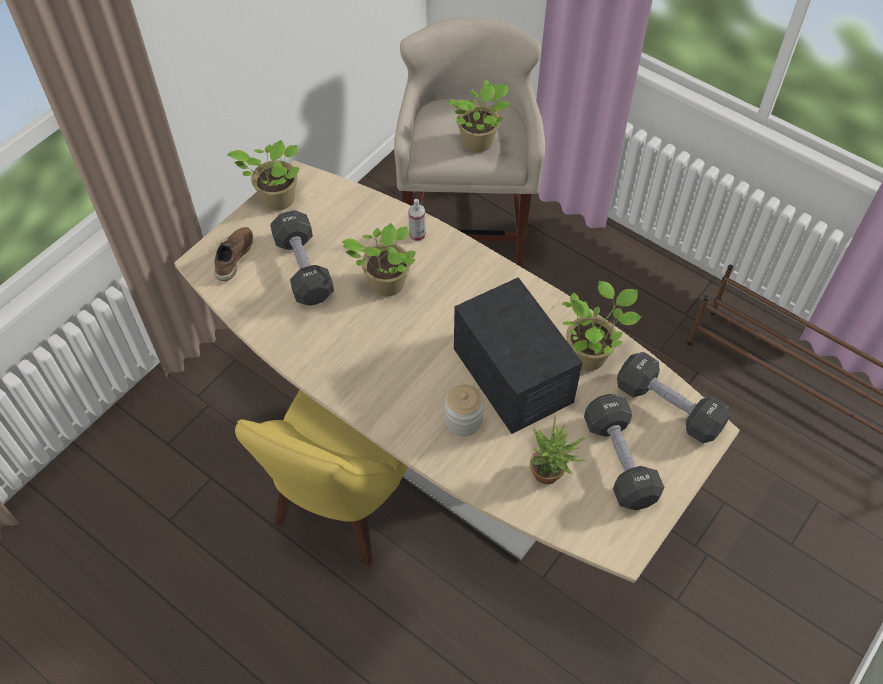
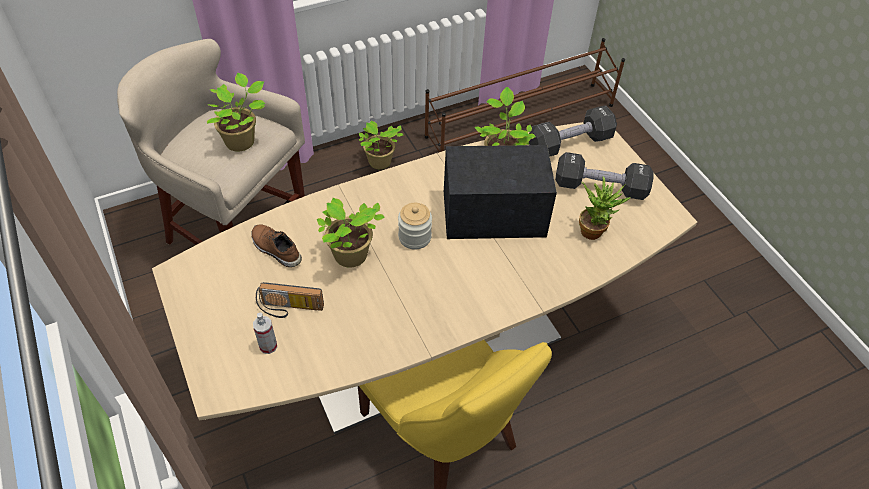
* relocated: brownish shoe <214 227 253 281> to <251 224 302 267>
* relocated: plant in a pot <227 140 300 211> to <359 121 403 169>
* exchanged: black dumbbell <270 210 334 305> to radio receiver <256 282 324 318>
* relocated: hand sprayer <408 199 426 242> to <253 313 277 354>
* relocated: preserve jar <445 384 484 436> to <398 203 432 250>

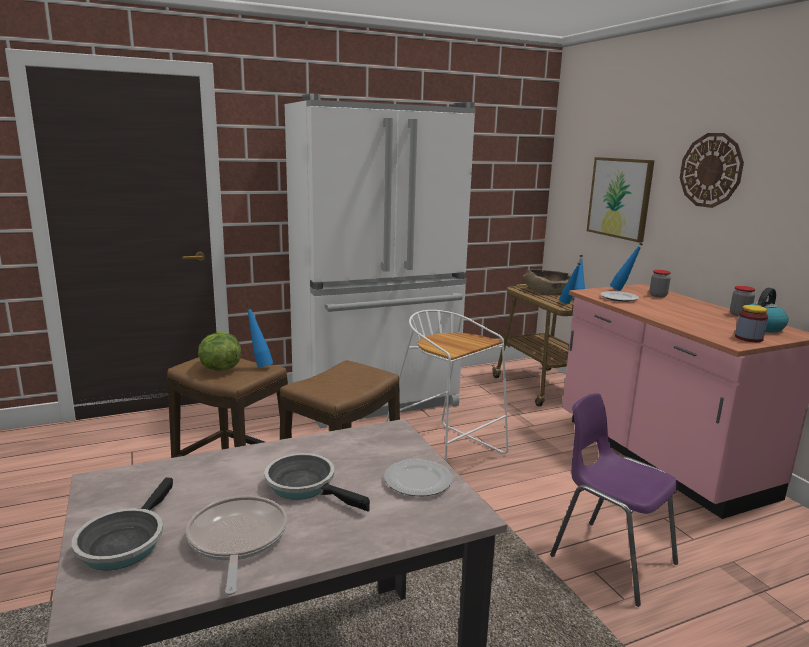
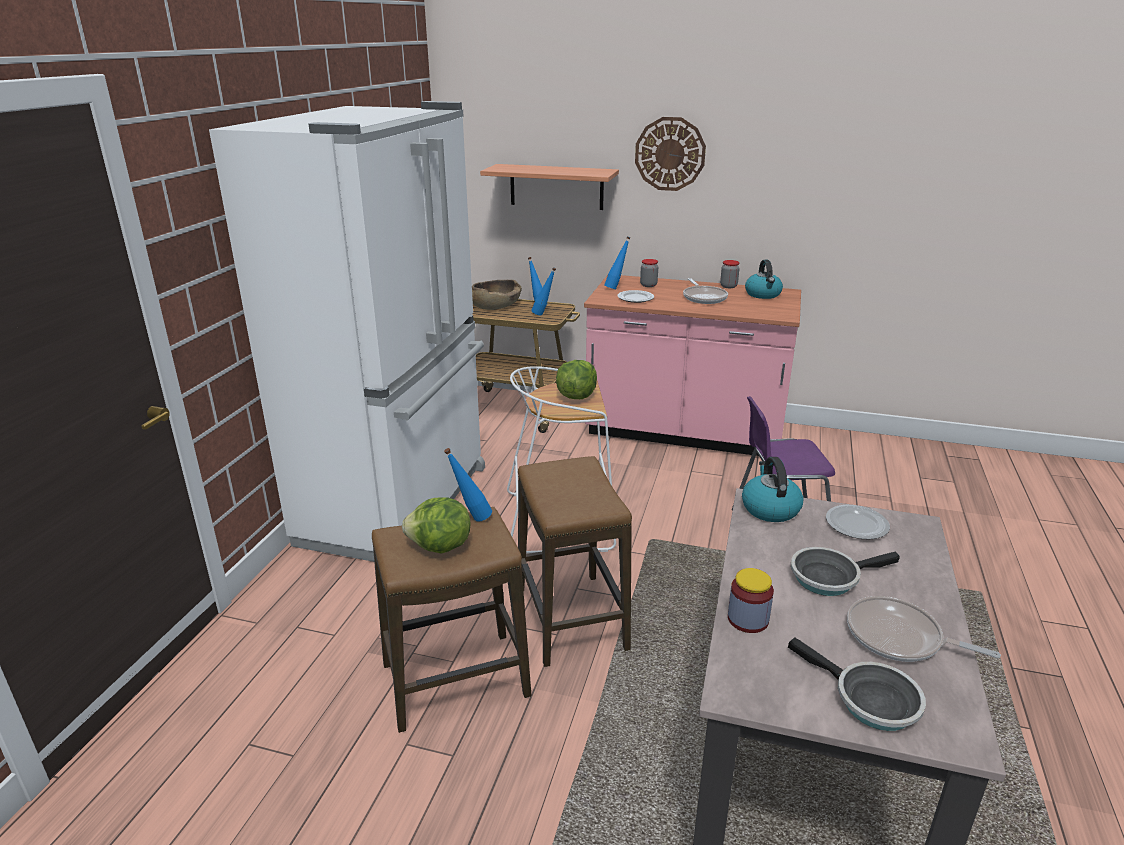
* exchanged: wall picture <587 157 655 243> to bracket shelf <480 164 619 210>
* relocated: preserve jar <735 305 768 342> to <728 568 774 633>
* appeared: head of lettuce <556 360 597 399>
* appeared: skillet <683 278 728 304>
* appeared: tea kettle <742 457 803 522>

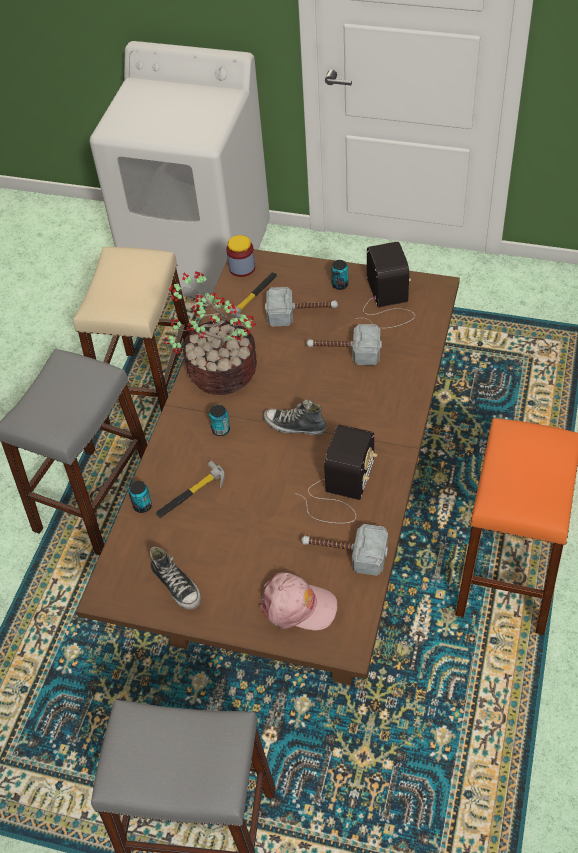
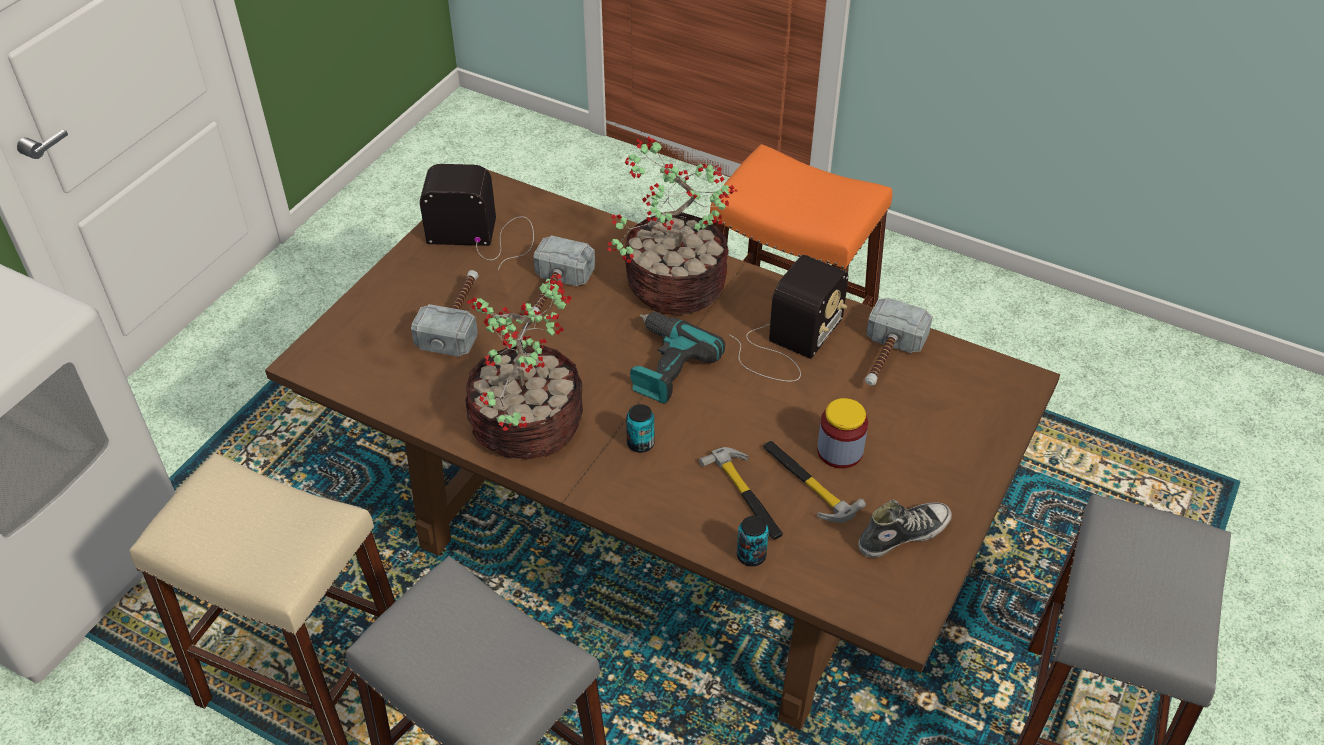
* relocated: preserve jar <226 235 255 277> to <817 398 868 468>
* relocated: tool hammer <228 272 277 320> to <763 441 866 523>
* missing: pink baseball cap <260 572 338 630>
* exchanged: shoe <263 399 327 435> to electric drill <630 311 725 404>
* spun: radio receiver <295 425 377 524> = <729 255 848 382> 90 degrees clockwise
* missing: can <331 260 348 290>
* appeared: plant in a pot <607 136 738 315>

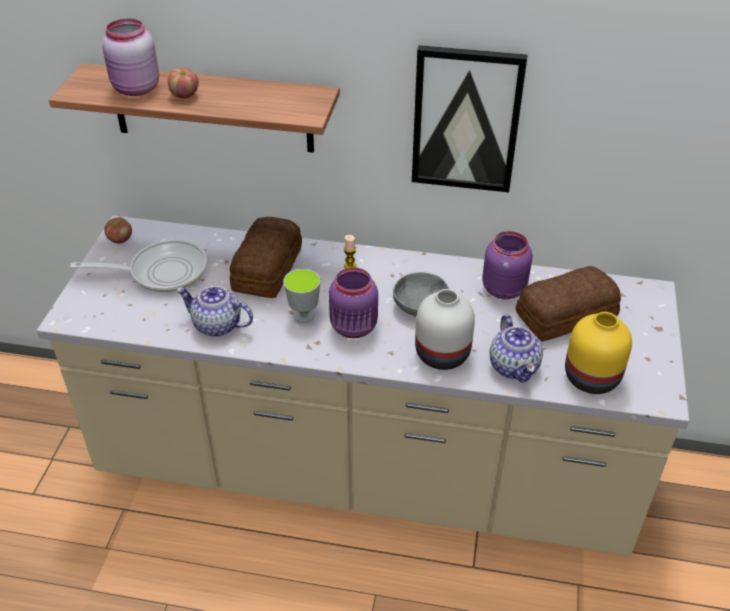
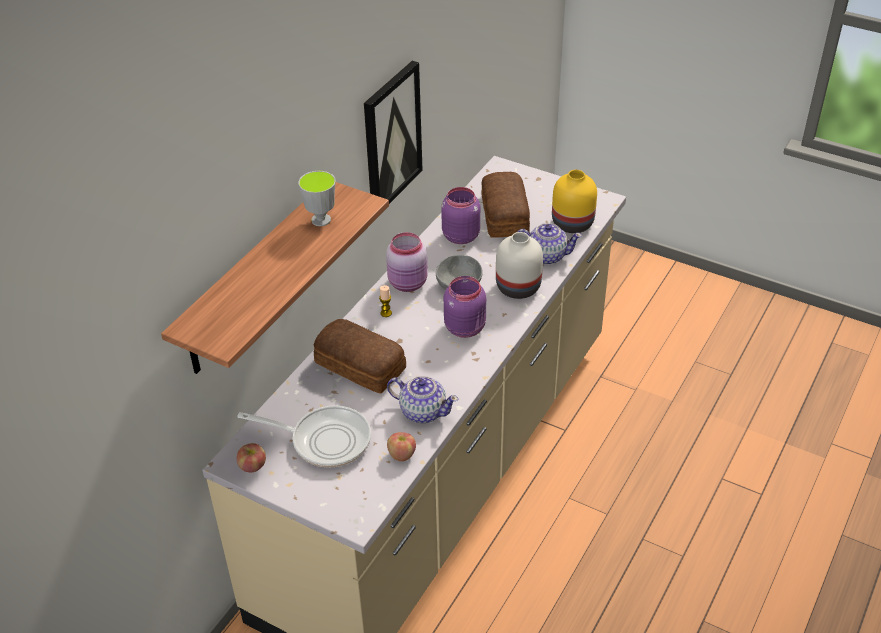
* spun: skillet <70 240 207 292> = <237 405 371 468> 90 degrees clockwise
* relocated: pink preserve jar <102 18 159 96> to <386 232 428 292>
* relocated: apple <168 67 199 98> to <387 432 416 461>
* spun: tea pot <176 286 253 337> = <387 376 459 423> 105 degrees counterclockwise
* relocated: cup <283 269 321 323> to <298 171 336 226>

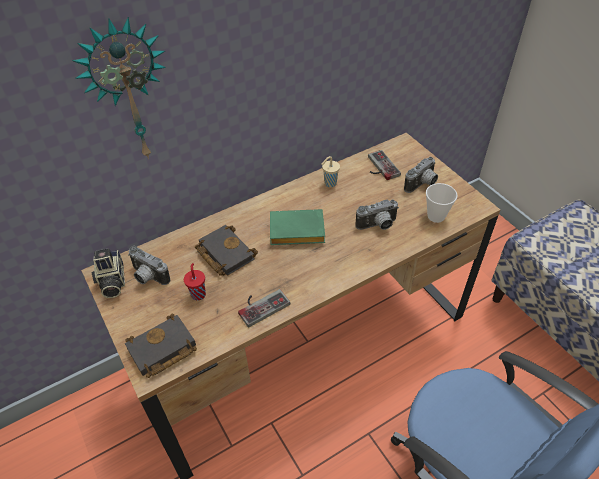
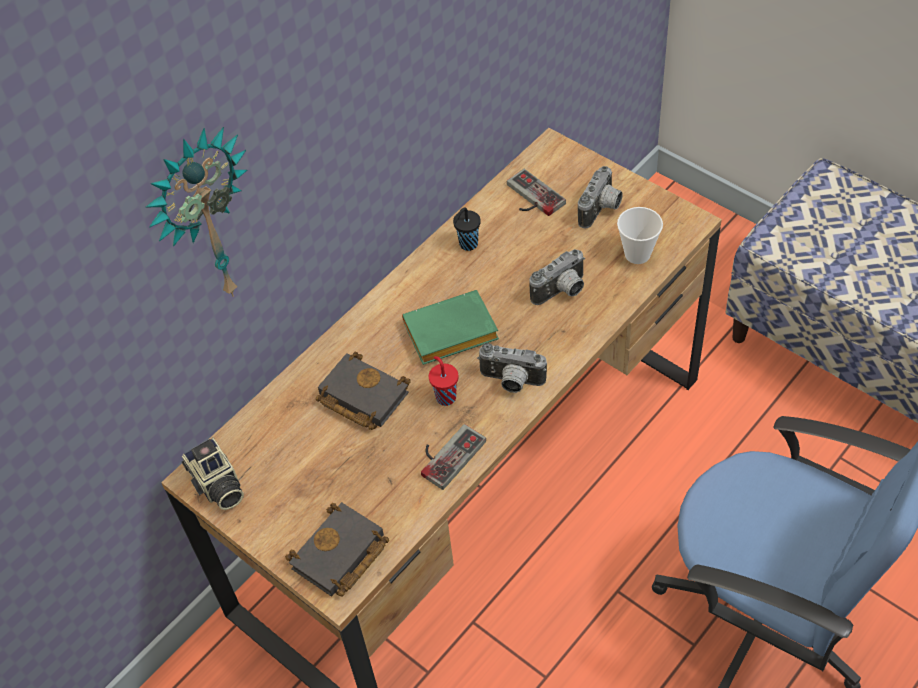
* relocated: still camera <128 246 170 285> to <477 343 547 393>
* relocated: red cup <184 263 206 300> to <429 356 459 406>
* colour: beige cup <322 156 340 187> to black cup <453 207 480 251>

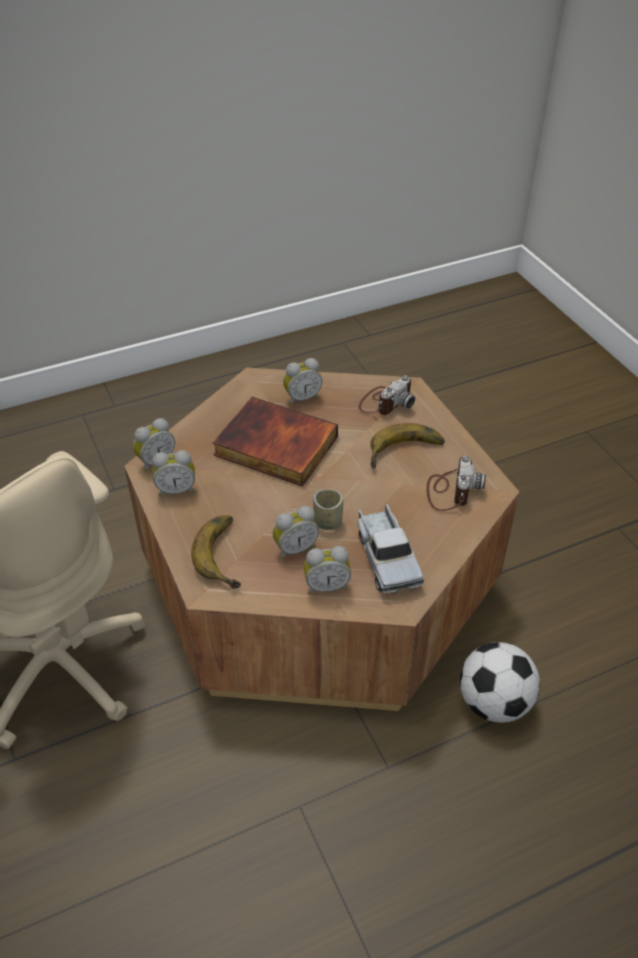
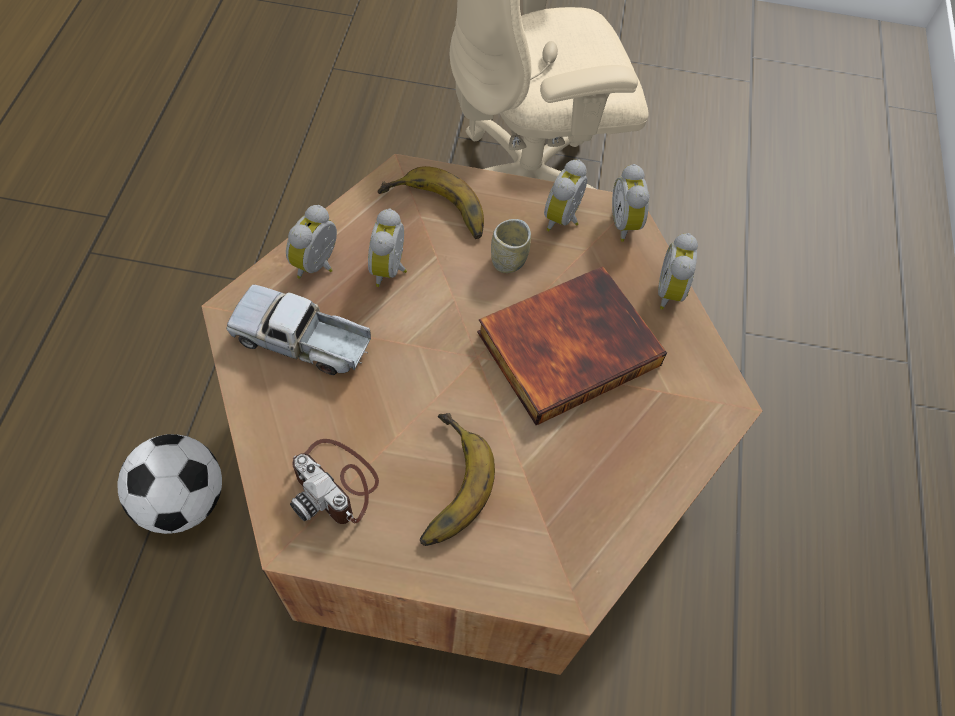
* relocated: table clock <283 358 322 405> to <658 233 698 310>
* relocated: cup <313 490 343 530> to <491 219 531 273>
* missing: still camera <359 375 415 415>

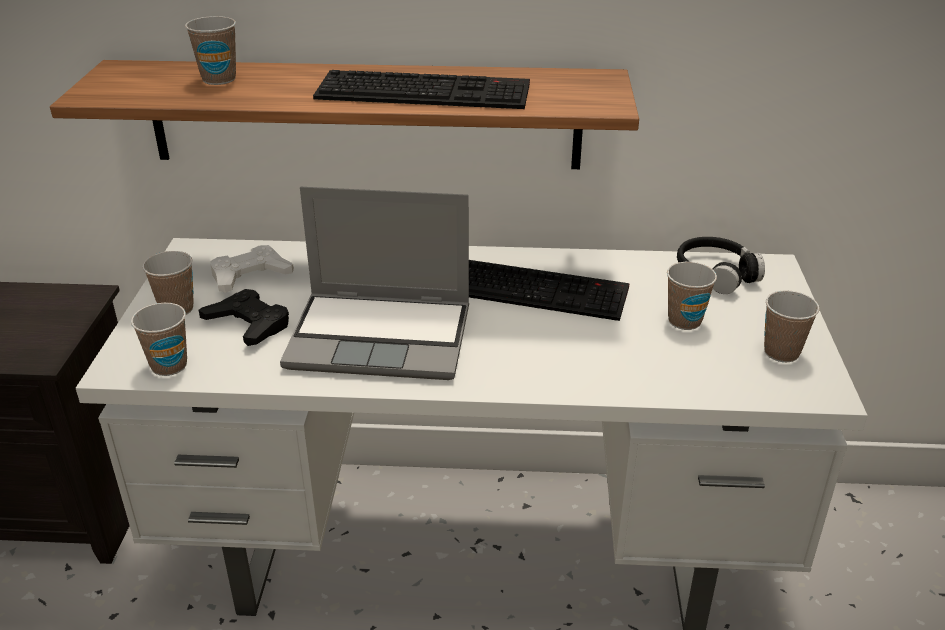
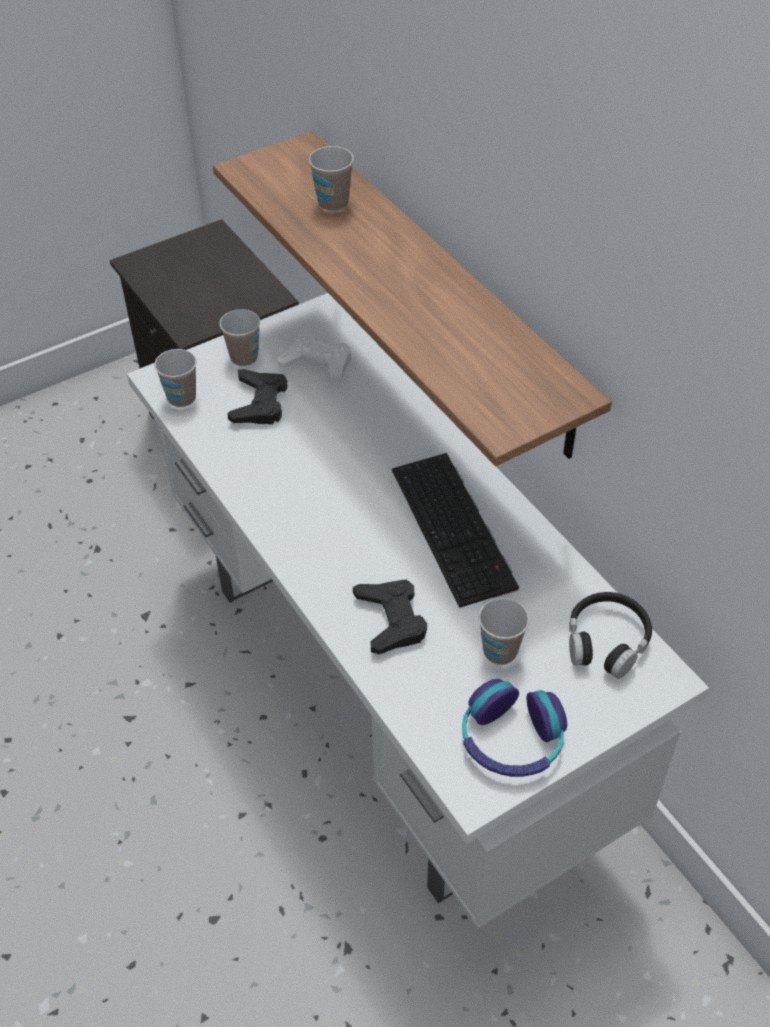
* missing: notebook computer <280 187 469 380>
* missing: keyboard <313 70 530 109>
* exchanged: cup <764 290 820 362> to headphones <462 679 567 777>
* appeared: black game controller <353 580 427 654>

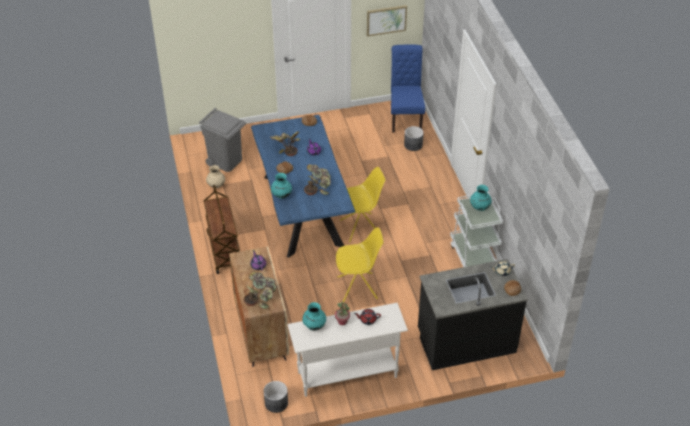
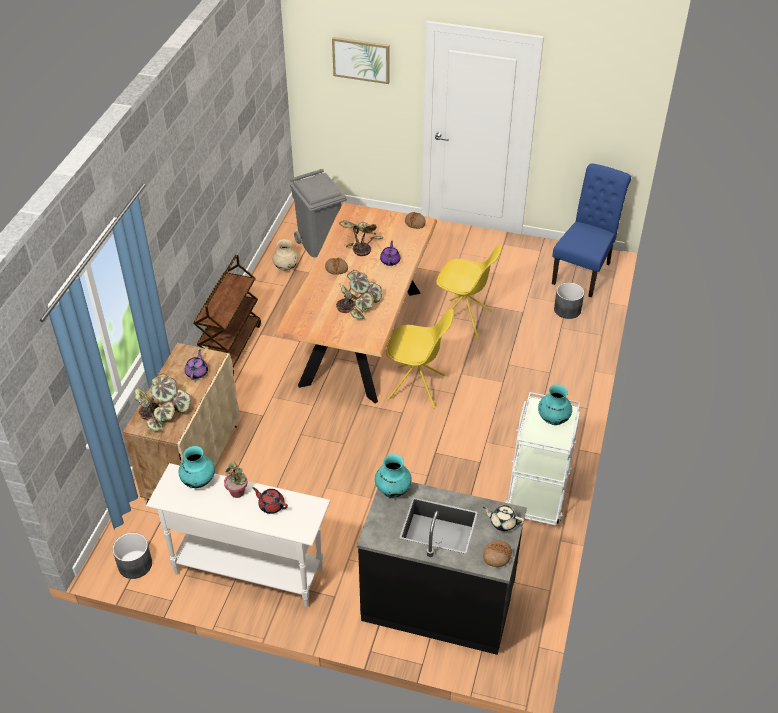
* colour: blue-coloured dining table <251 115 356 258> to brownish dining table <274 203 437 404>
* relocated: blue-green flower vase <271 173 292 199> to <375 454 412 498>
* relocated: yellow-coloured upright chair <336 227 384 303> to <436 245 502 339>
* relocated: wall picture <367 5 407 37> to <332 37 389 84>

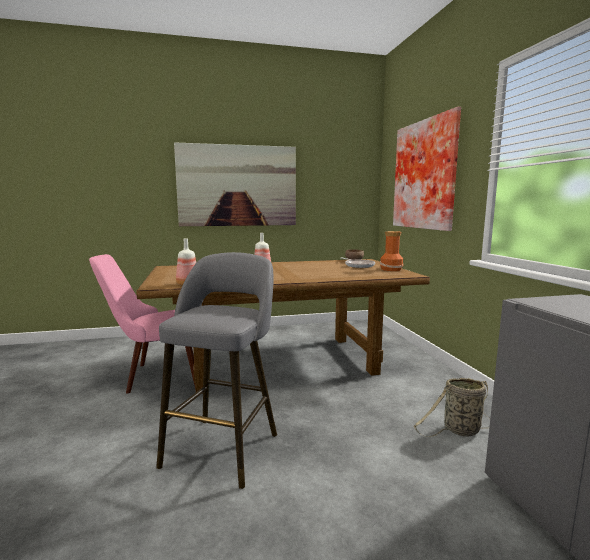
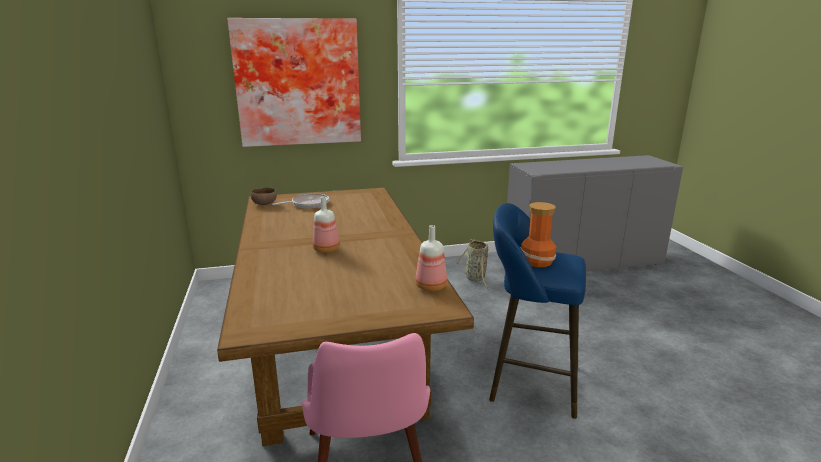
* colour: gray stool seat <156 252 277 489> to blue-coloured stool seat <489 203 586 419>
* missing: wall picture <174 142 296 226>
* relocated: flower vase <380 231 403 271> to <521 202 556 267>

